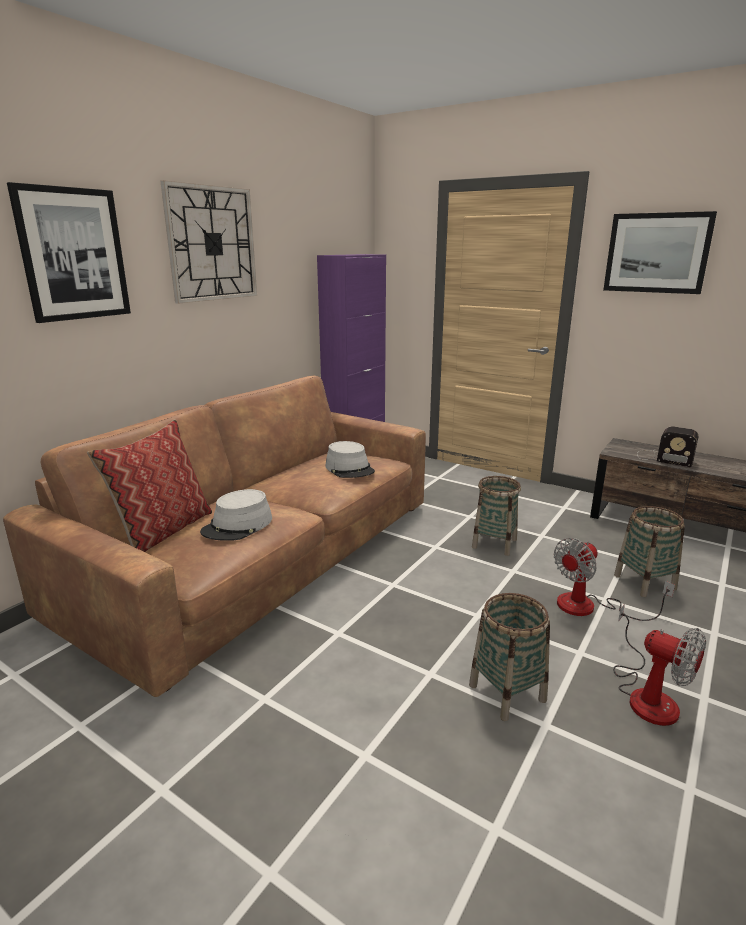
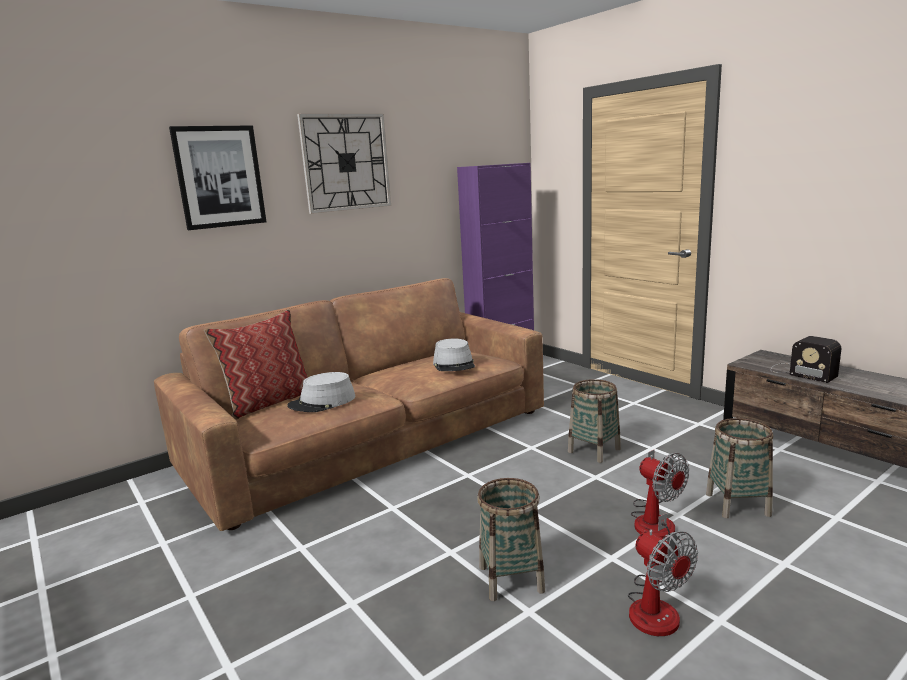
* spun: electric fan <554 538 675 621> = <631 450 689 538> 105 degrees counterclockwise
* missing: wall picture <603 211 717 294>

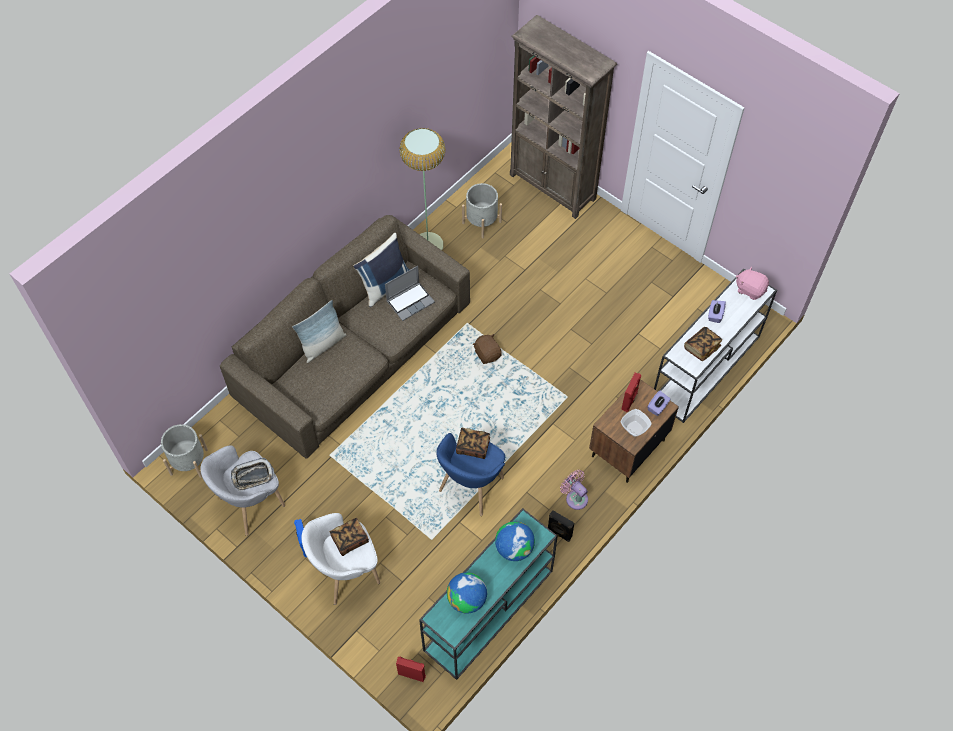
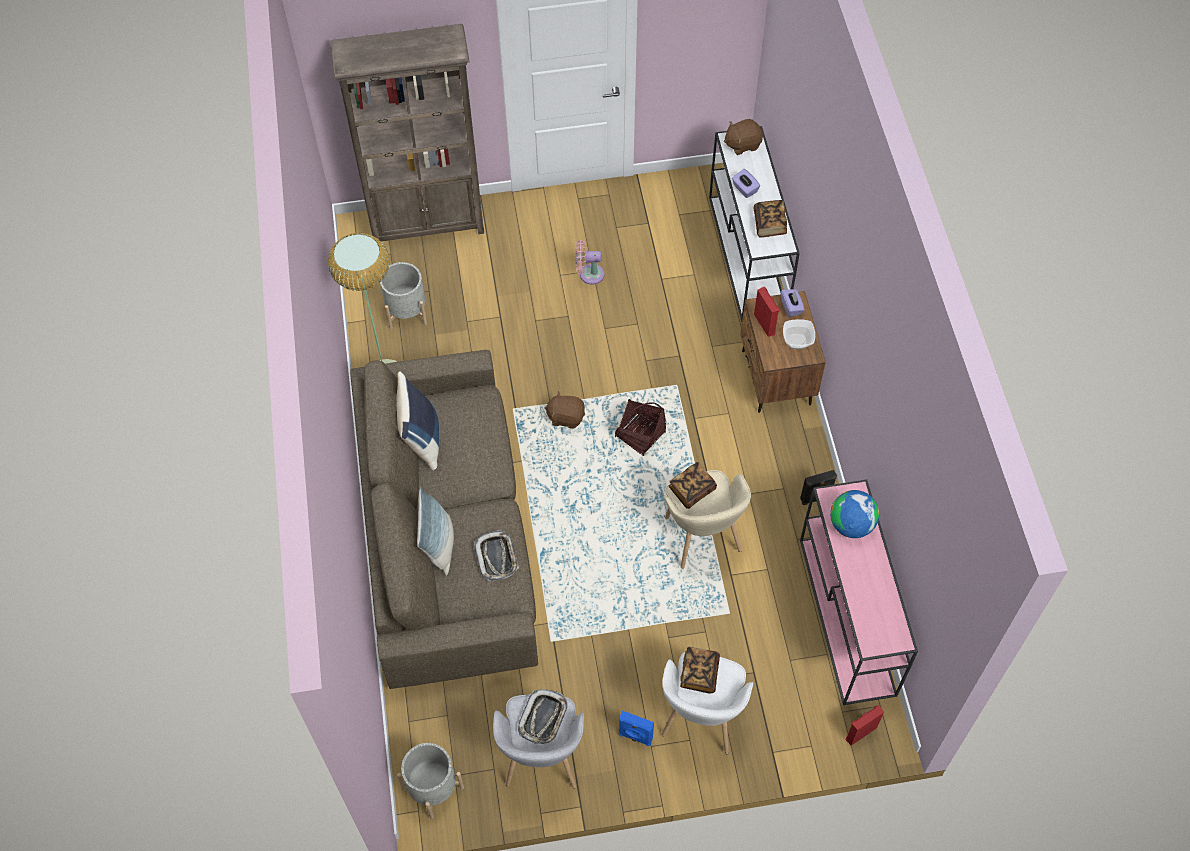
* missing: notebook computer <385 266 435 321>
* colour: blue-green narrow table <419 508 558 680> to pink narrow table <800 480 918 705>
* colour: blue-coloured easy chair <436 433 505 516> to beige easy chair <664 470 751 569>
* missing: desk globe <447 572 487 614>
* relocated: pink electric fan <560 470 588 510> to <575 240 605 285>
* colour: pink soft toy <736 266 769 300> to brownish soft toy <724 119 763 155>
* appeared: carrying tray <474 530 519 581>
* appeared: household basket <615 399 666 456>

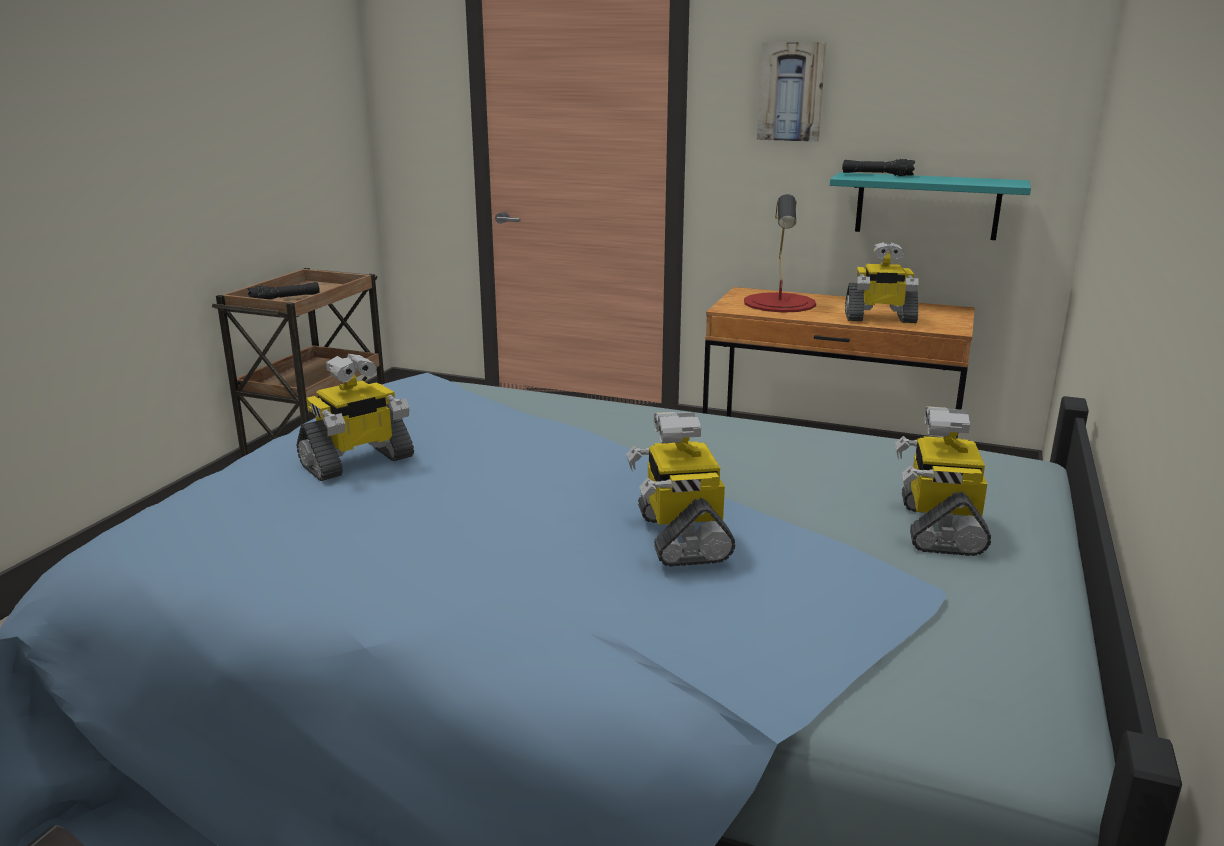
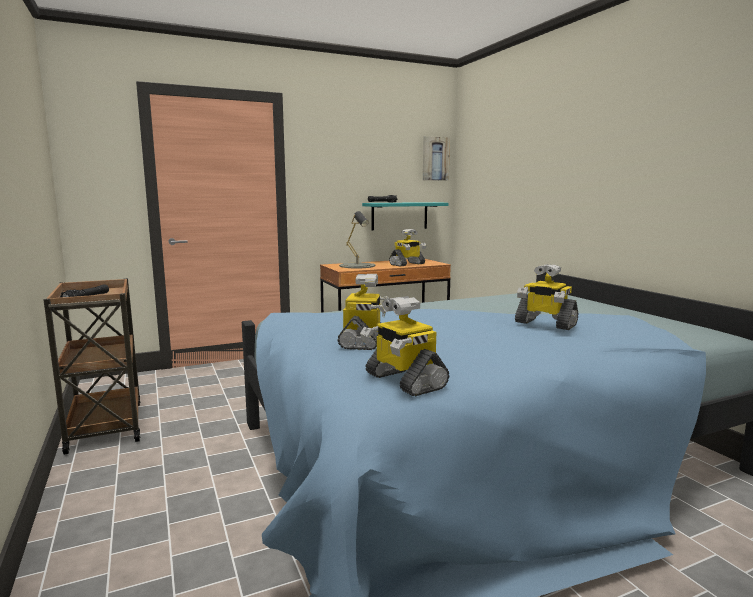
* colour: red table lamp <744 194 816 313> to gray table lamp <339 211 376 268>
* relocated: wall picture <757 42 827 142> to <423 136 450 181>
* relocated: toy robot <895 406 991 556> to <360 296 449 396>

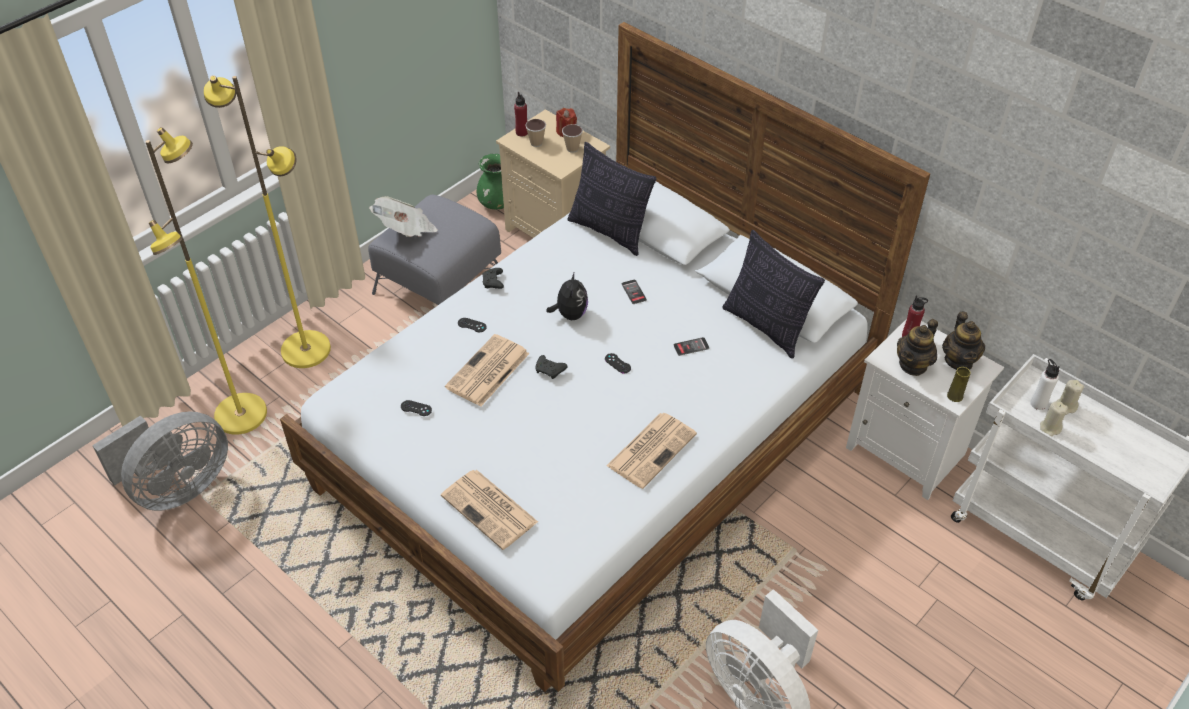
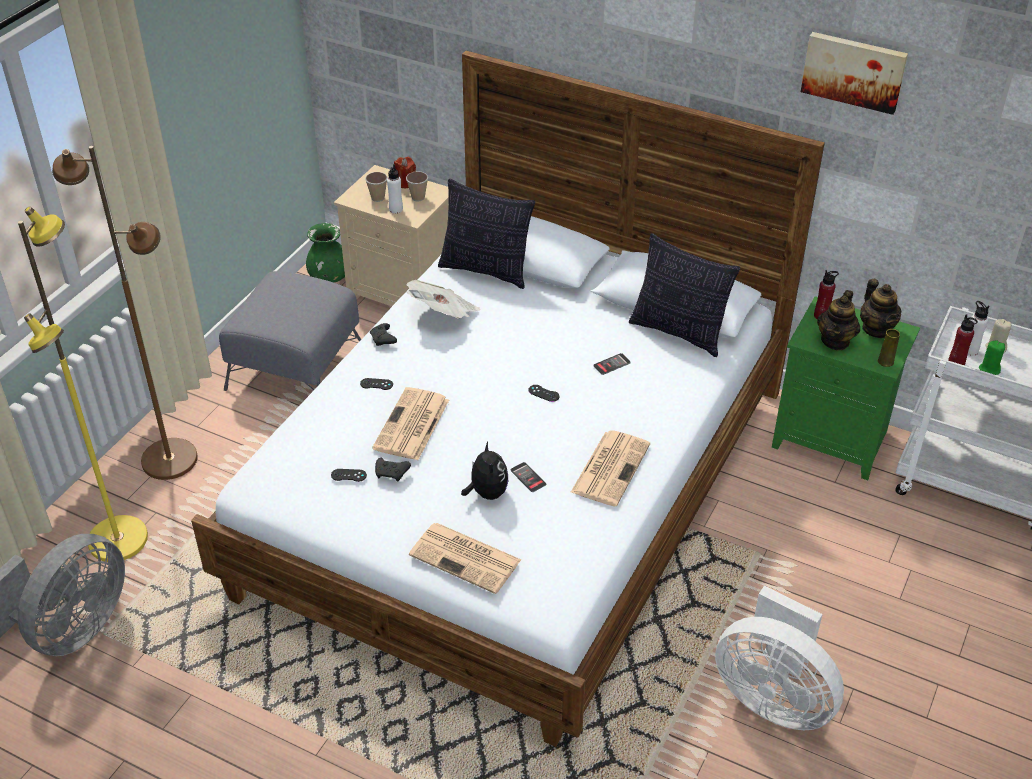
* colour: yellow-coloured standing lamp <204 75 331 368> to brownish standing lamp <52 146 198 480>
* relocated: printed paper <369 196 438 237> to <407 280 480 319>
* relocated: red beverage bottle <514 92 528 137> to <948 314 978 365>
* relocated: black game controller <535 355 567 379> to <375 458 411 481>
* relocated: soft toy <546 271 588 320> to <461 442 508 500>
* relocated: phone <622 280 647 304> to <511 462 546 492>
* colour: whitish night table <846 319 1004 500> to green night table <772 296 920 480>
* colour: beige wax candle <1040 401 1068 437> to green wax candle <979 340 1005 375>
* appeared: whitish beverage bottle <387 164 403 214>
* appeared: wall picture <801 32 908 115>

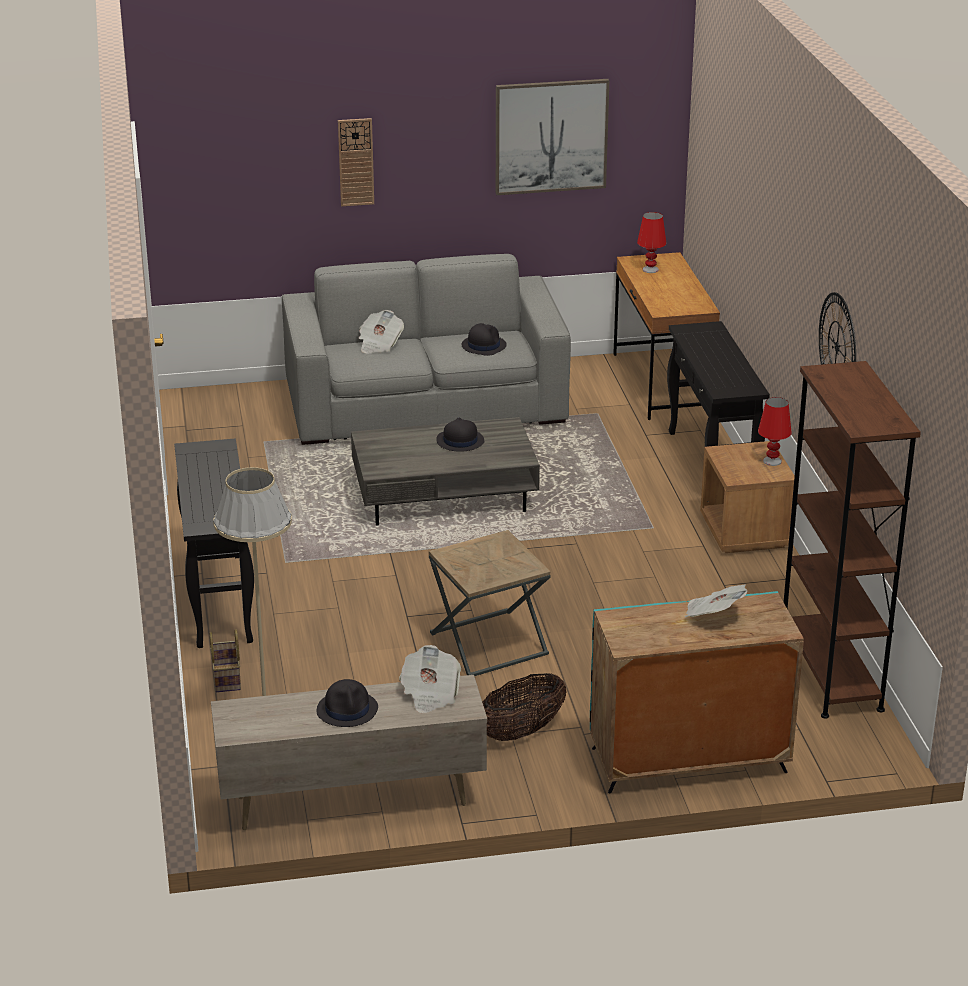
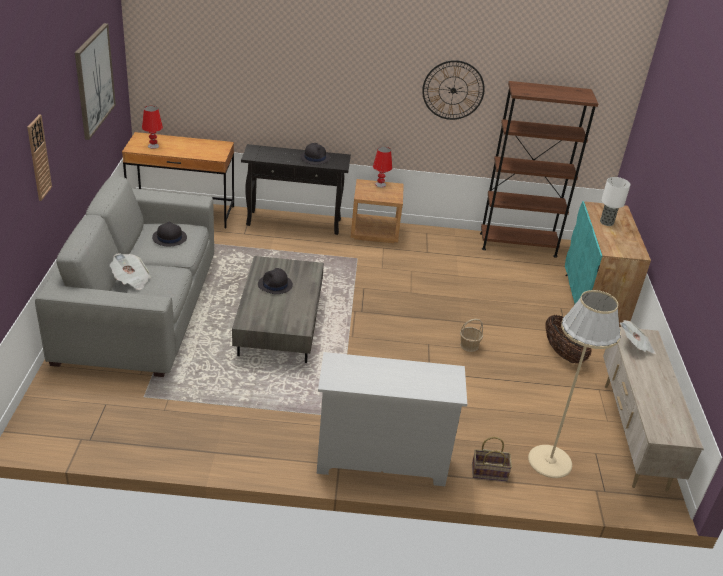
* exchanged: black narrow table <174 438 254 648> to whitish drawer chest <317 352 467 486>
* relocated: black hat <317 679 378 727> to <300 143 330 165>
* exchanged: brownish side table <429 530 550 676> to household basket <460 319 483 352>
* exchanged: printed paper <685 585 747 617> to table lamp <600 177 631 226>

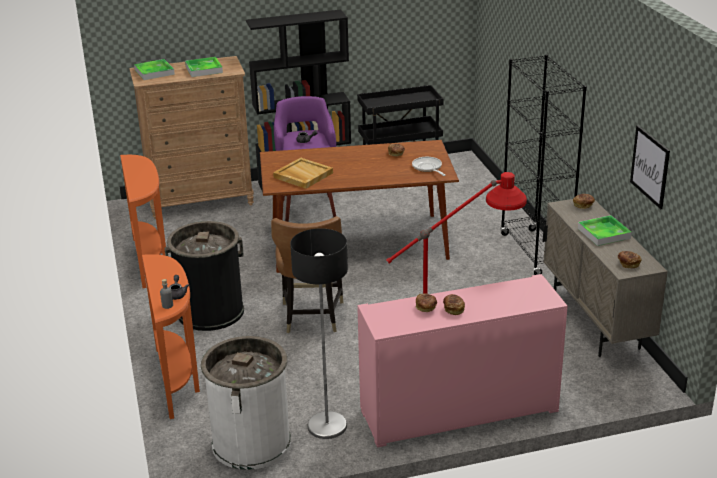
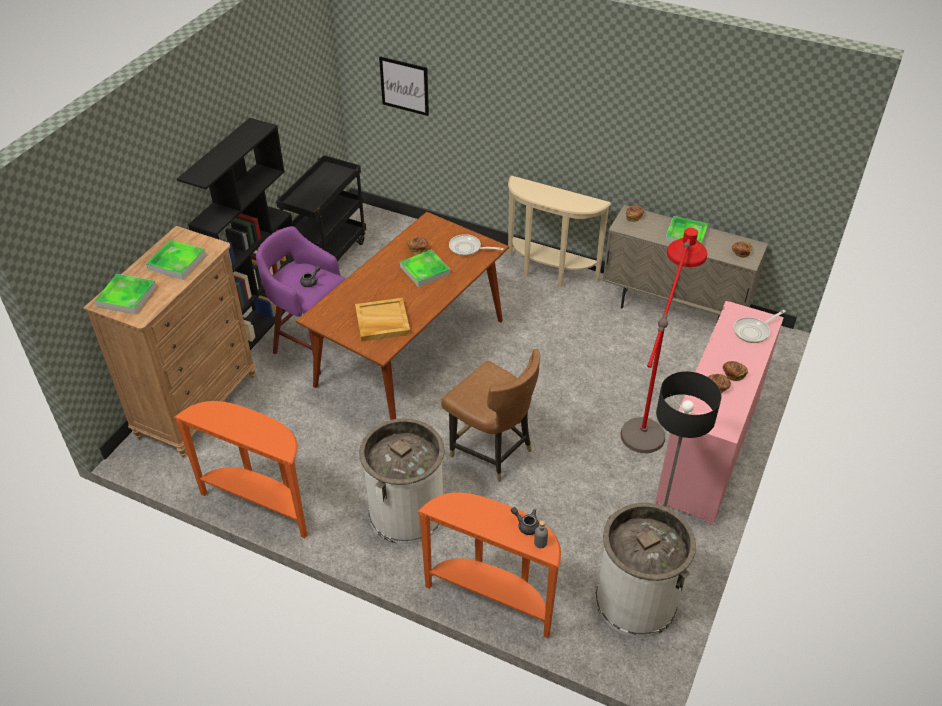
* colour: black waste bin <164 221 244 331> to whitish waste bin <359 418 445 544>
* exchanged: black bookshelf <500 55 587 275> to beige narrow table <508 176 611 287>
* relocated: wall picture <630 125 670 209> to <379 56 429 116>
* appeared: carrying tray <400 250 450 287>
* appeared: skillet <733 310 786 343>

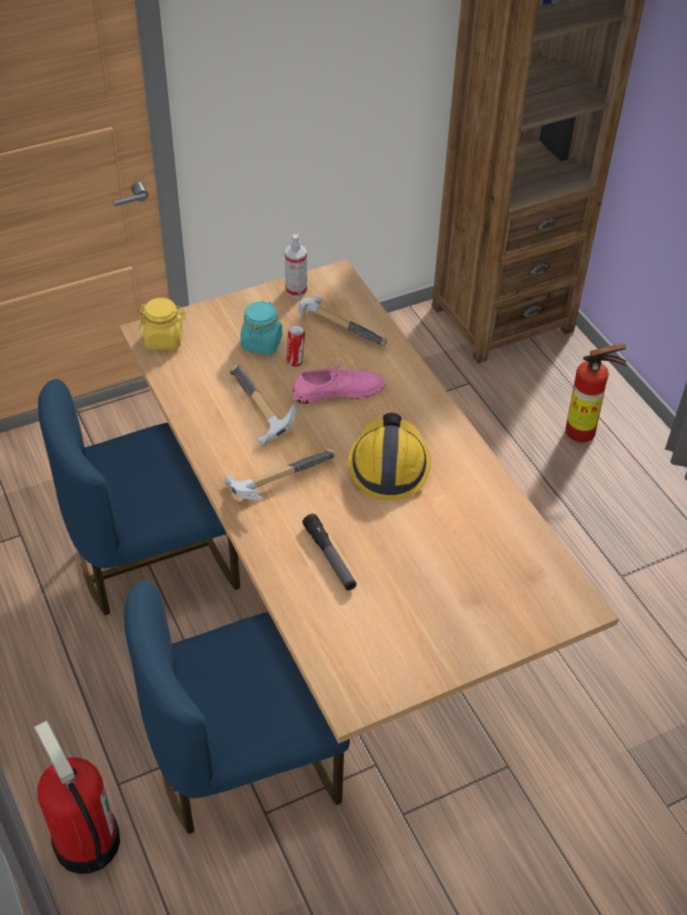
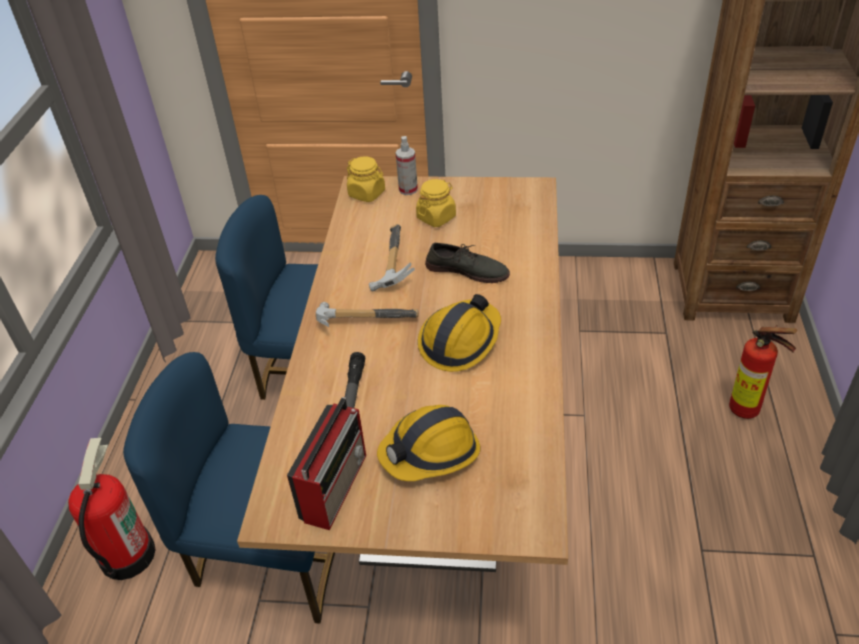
* colour: blue-green preserve jar <240 301 282 355> to yellow-coloured preserve jar <416 179 456 227>
* relocated: hand sprayer <285 234 307 298> to <396 136 418 195>
* missing: can <286 325 305 367>
* colour: pink shoe <292 362 385 404> to gray shoe <425 243 510 283>
* missing: tool hammer <298 295 388 346>
* appeared: radio receiver <287 397 366 530>
* appeared: work helmet <377 405 480 481>

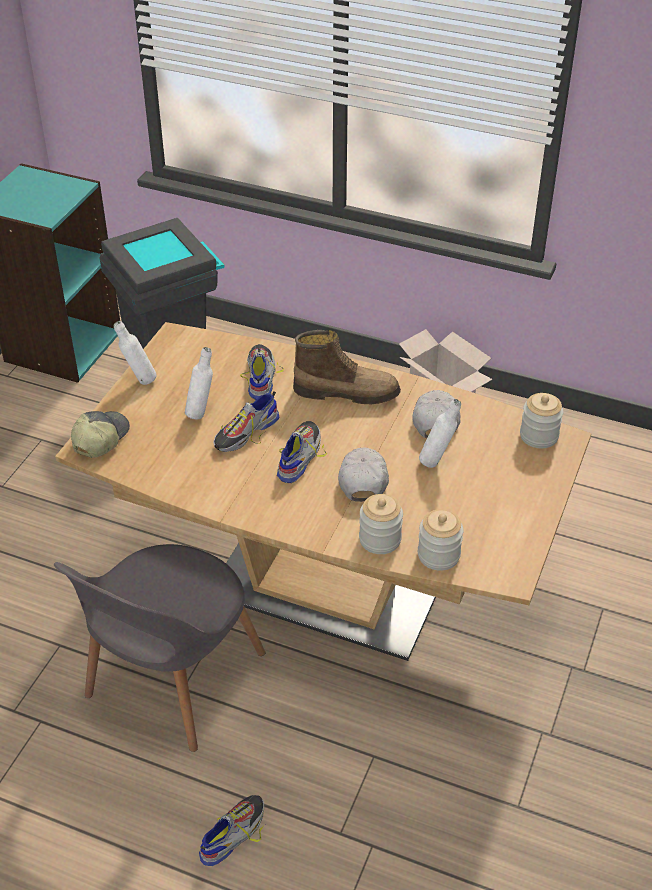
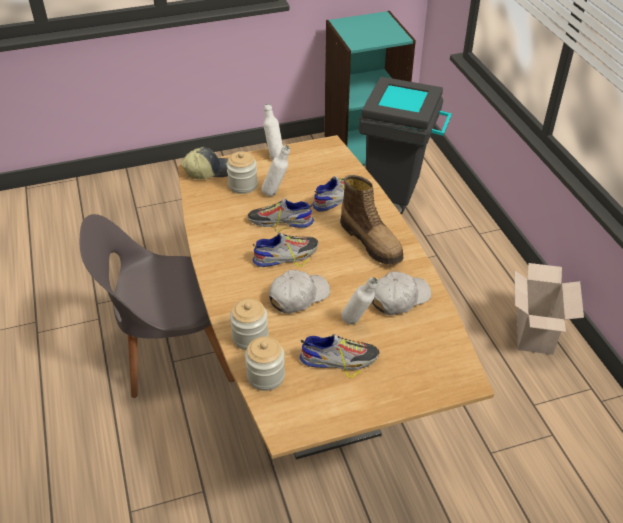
* relocated: shoe <199 795 264 866> to <299 334 379 378>
* relocated: preserve jar <520 393 564 448> to <226 151 258 194>

